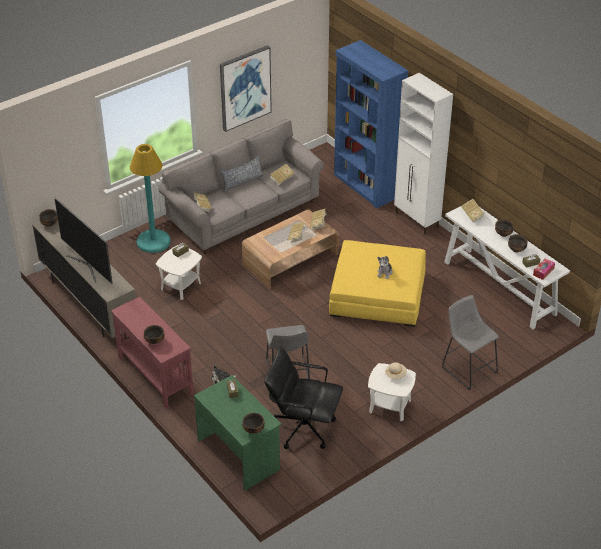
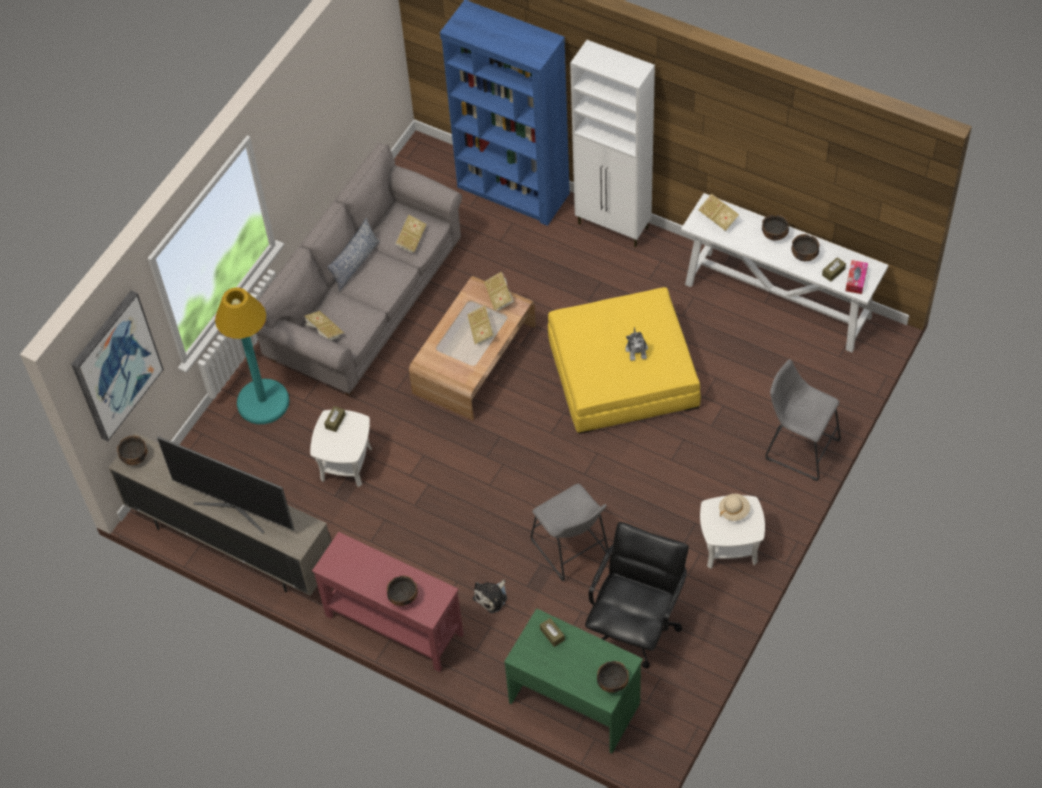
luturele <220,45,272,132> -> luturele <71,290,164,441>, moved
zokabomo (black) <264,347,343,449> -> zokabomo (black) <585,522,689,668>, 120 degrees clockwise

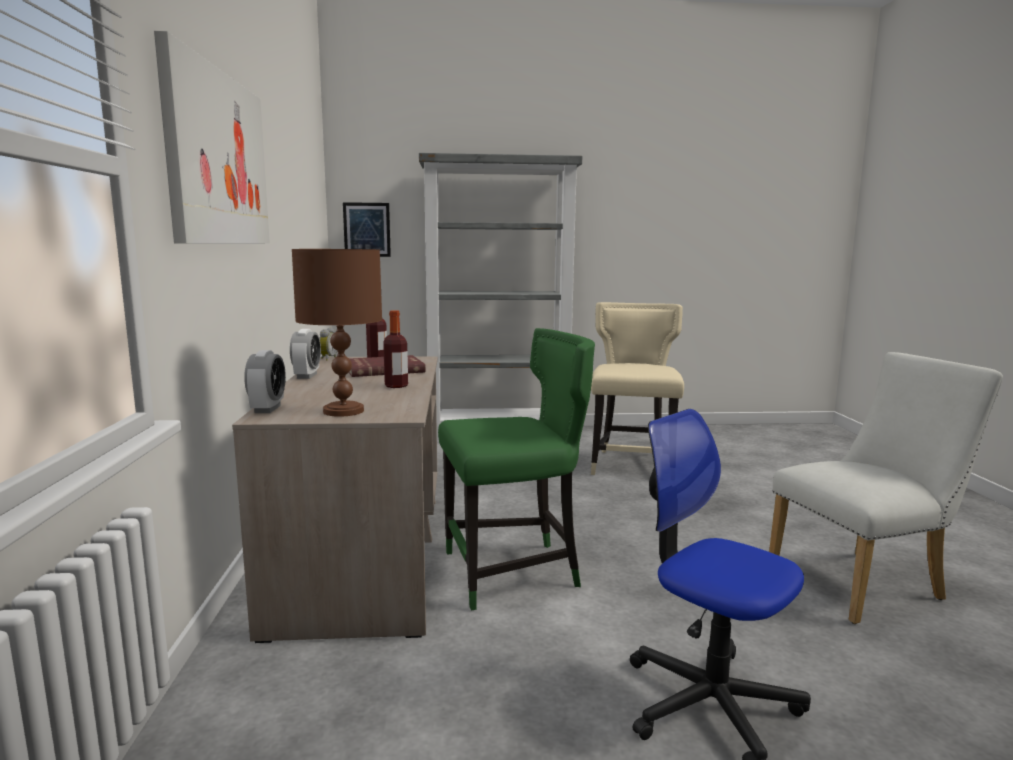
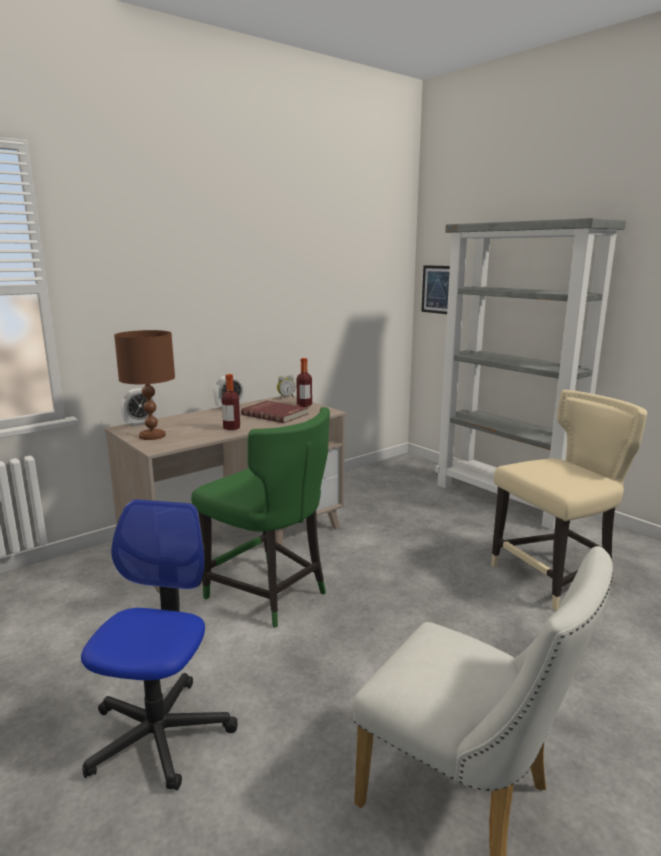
luturele <154,31,270,244> -> none

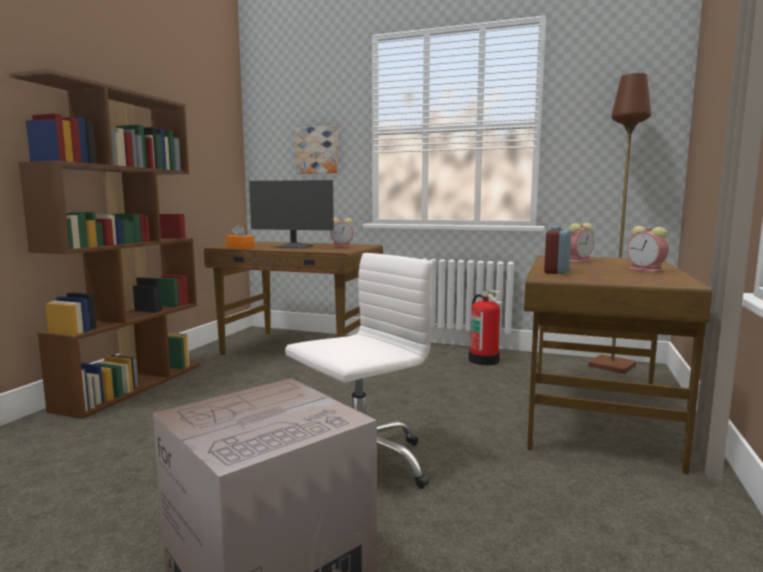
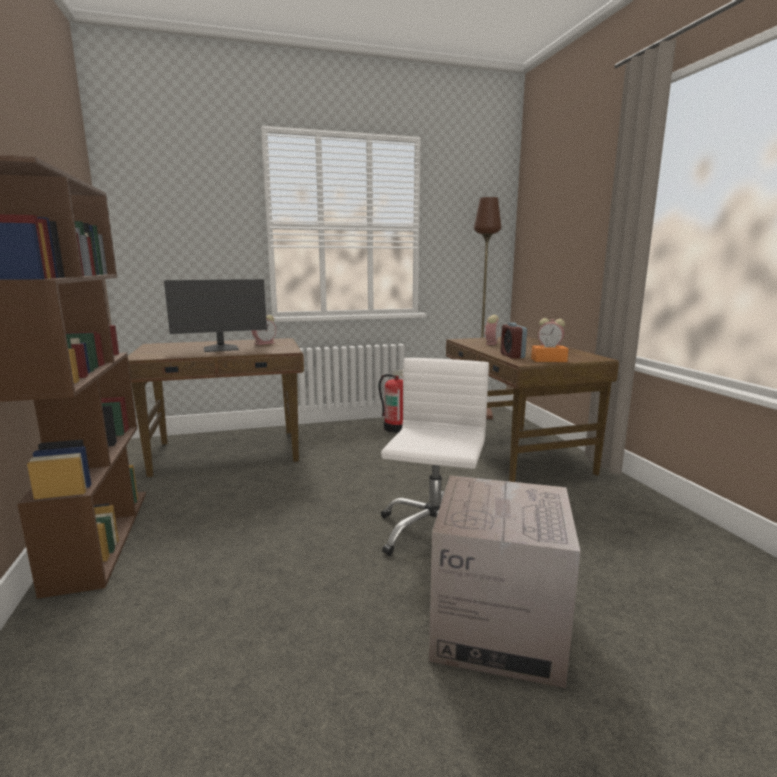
luturele <295,126,338,174> -> none
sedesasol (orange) <226,224,254,249> -> sedesasol (orange) <531,334,568,362>, moved

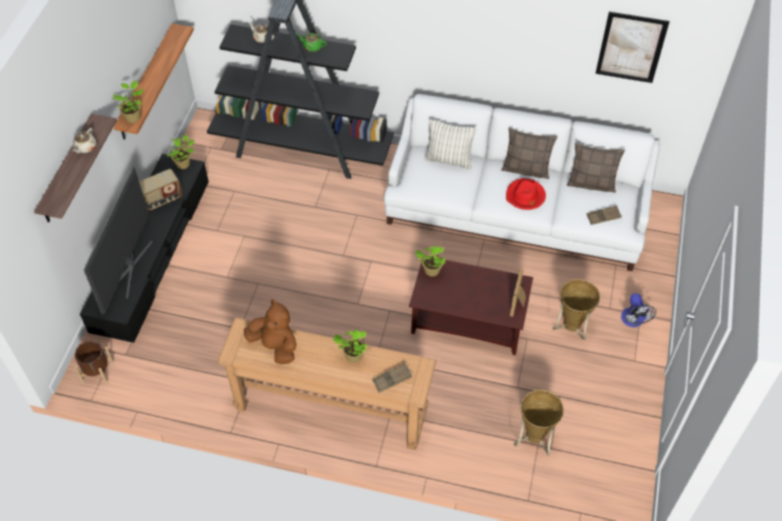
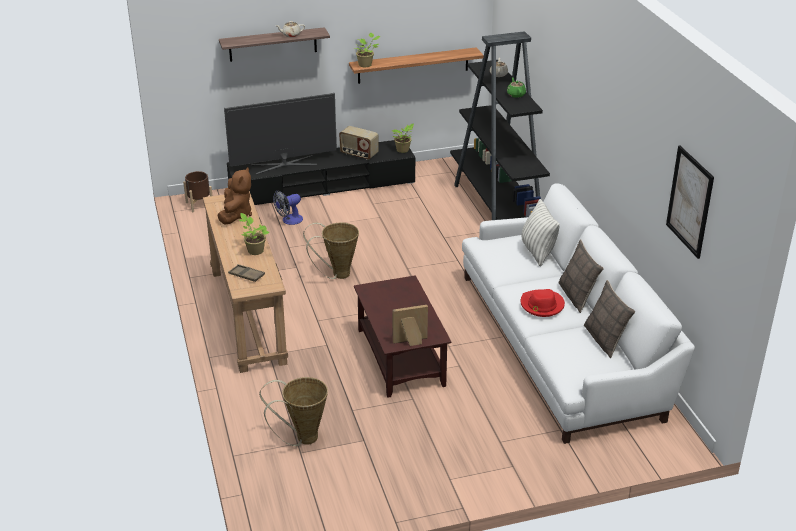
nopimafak <415,245,446,277> -> none
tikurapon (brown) <587,206,622,225> -> none
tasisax <552,279,600,340> -> tasisax <303,222,359,279>, moved
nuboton <621,293,657,327> -> nuboton <273,191,303,225>, moved

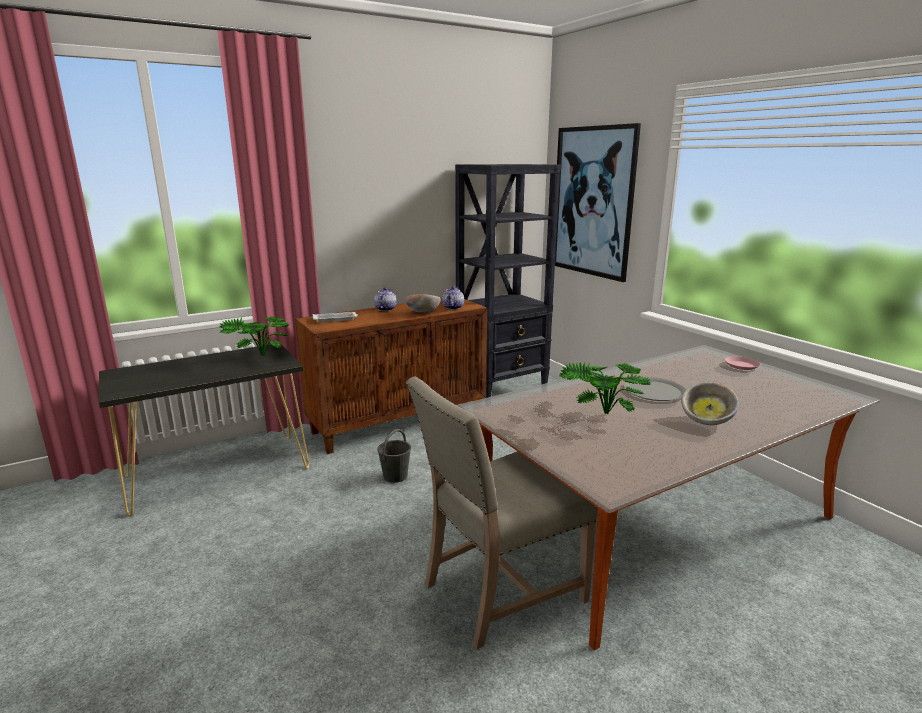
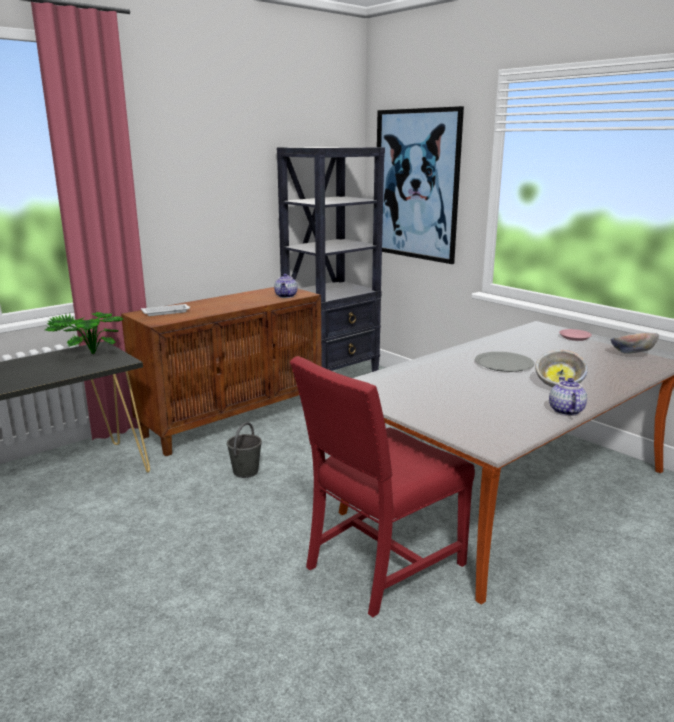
nopimafak <560,362,650,414> -> none
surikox <374,288,397,311> -> surikox <549,377,587,416>, moved
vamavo <405,294,441,313> -> vamavo <611,333,659,354>, moved
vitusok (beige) <406,376,598,649> -> vitusok (red) <290,356,475,617>

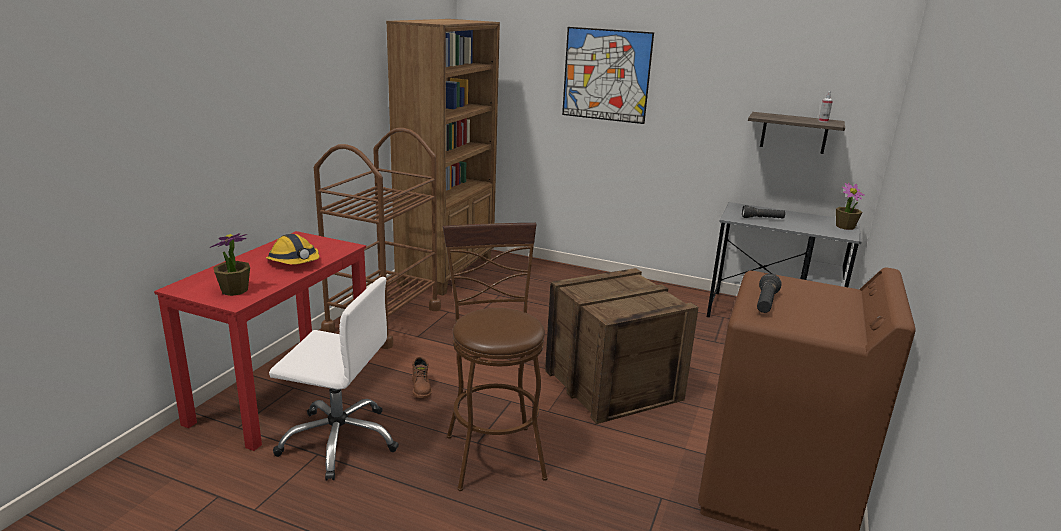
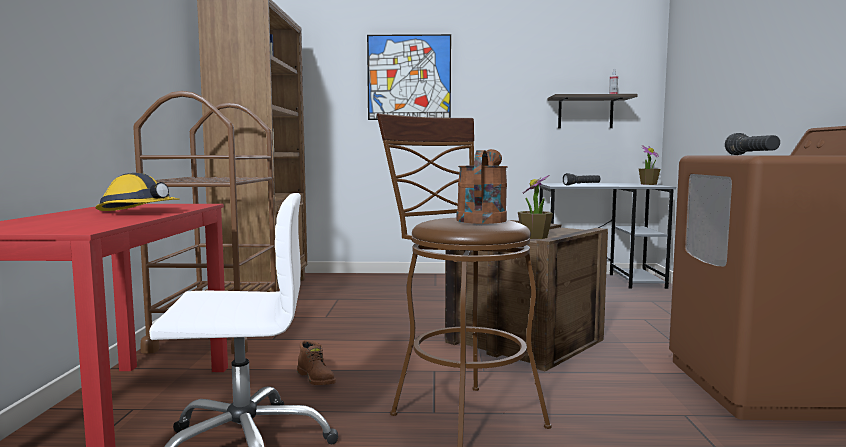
none -> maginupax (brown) <456,149,508,224>
nopimafak <210,233,250,296> -> nopimafak <518,175,553,239>, moved

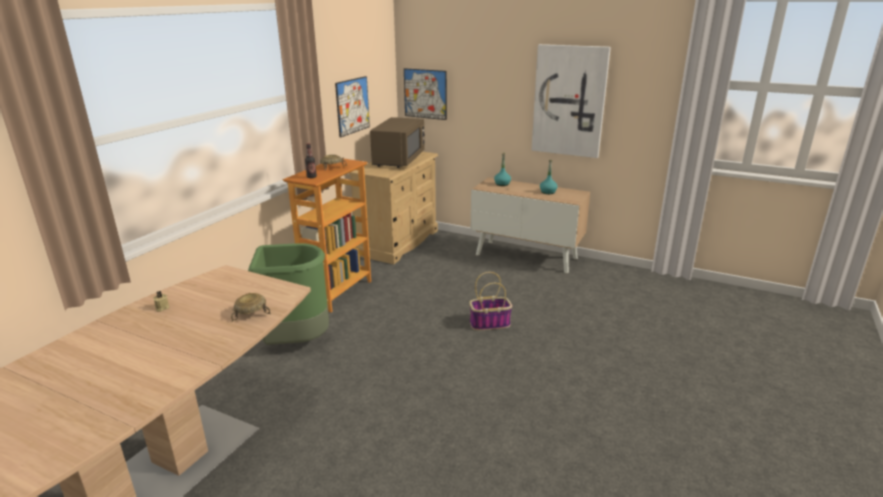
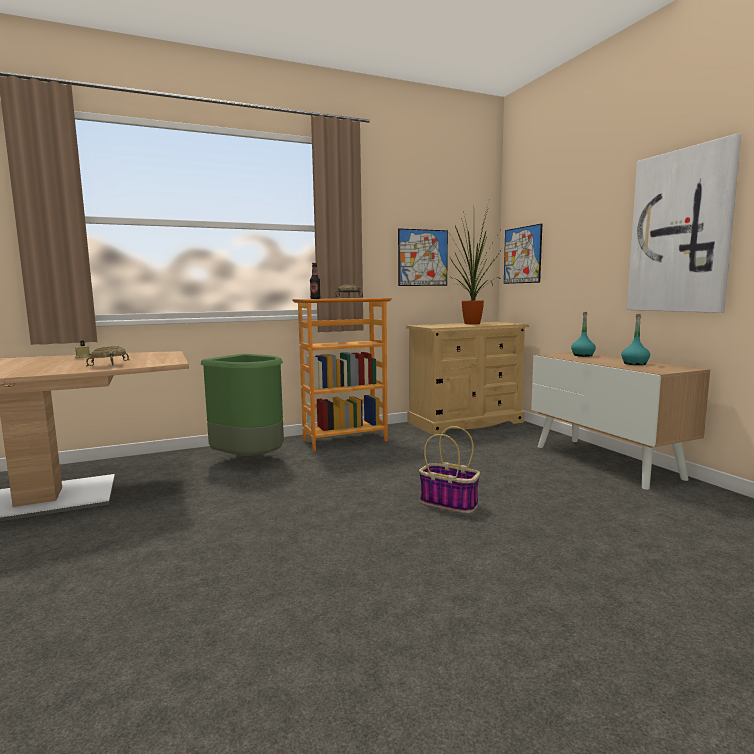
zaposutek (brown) <370,117,425,168> -> nopimafak <446,205,503,325>

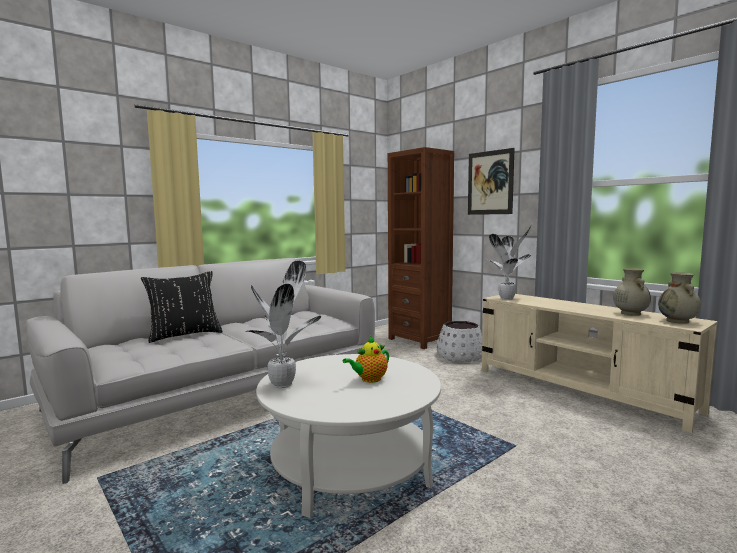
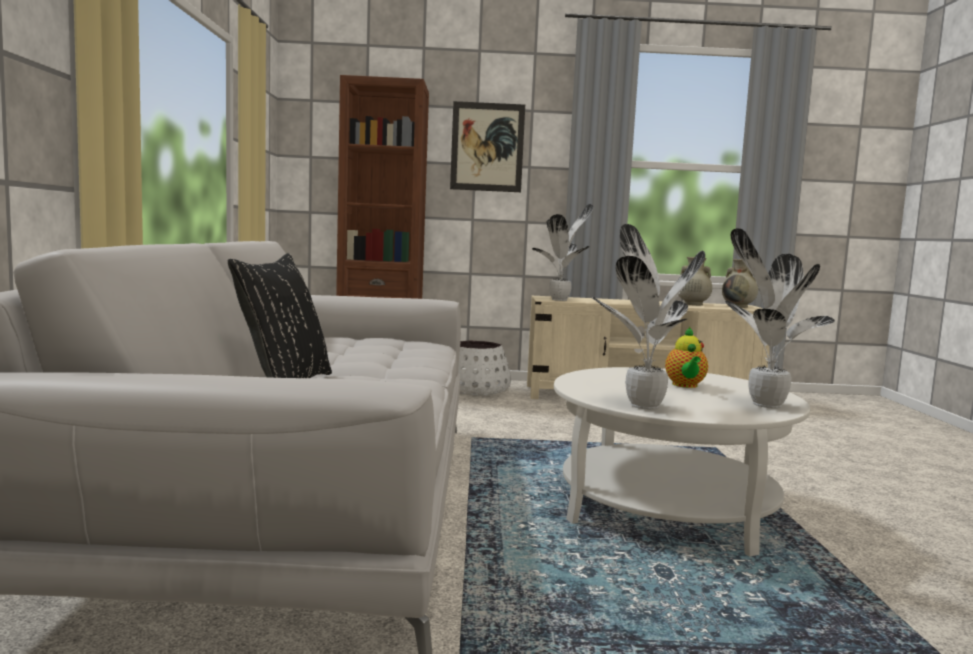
none -> nopimafak <725,228,835,408>

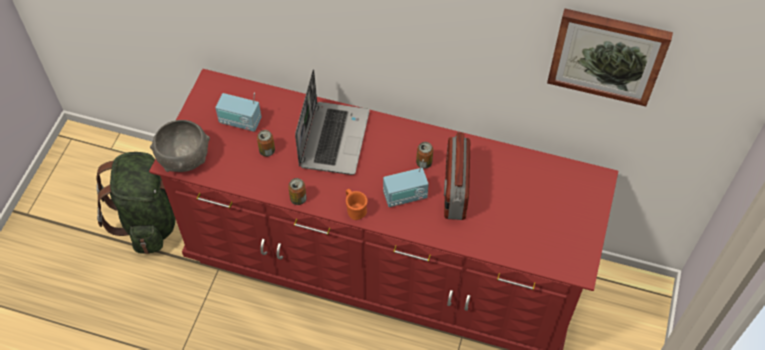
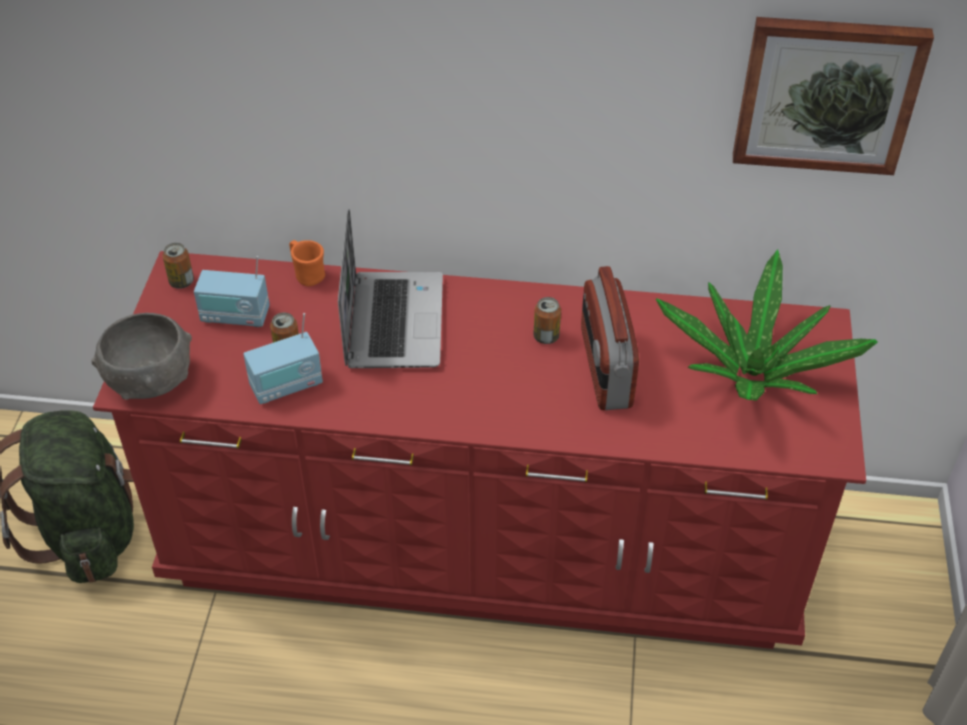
none -> nopimafak <656,250,878,401>
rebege <288,178,307,205> -> rebege <163,243,194,289>, moved
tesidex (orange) <346,189,368,220> -> tesidex (orange) <289,240,325,286>, moved
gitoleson <383,160,429,207> -> gitoleson <243,313,323,404>, moved

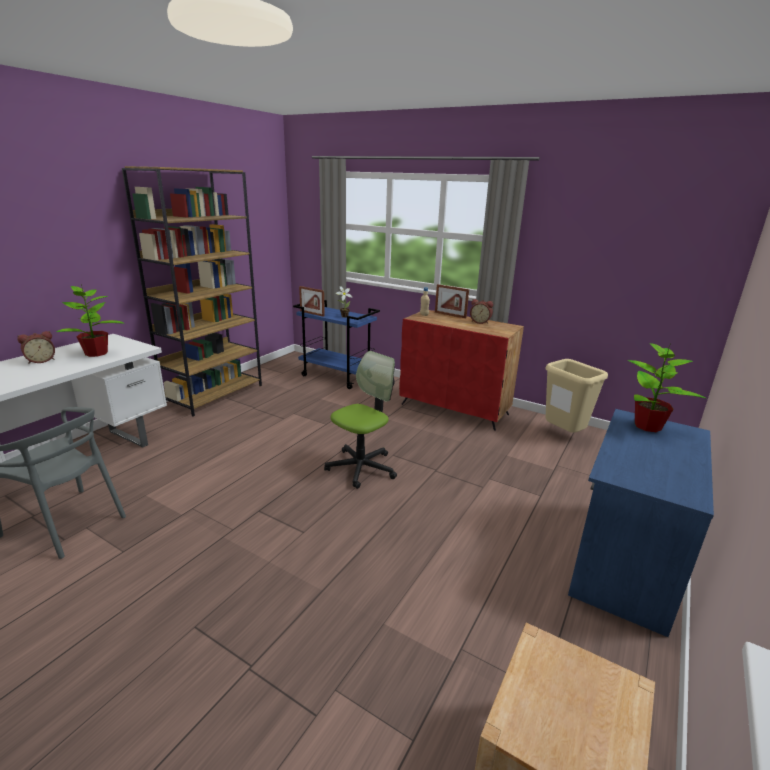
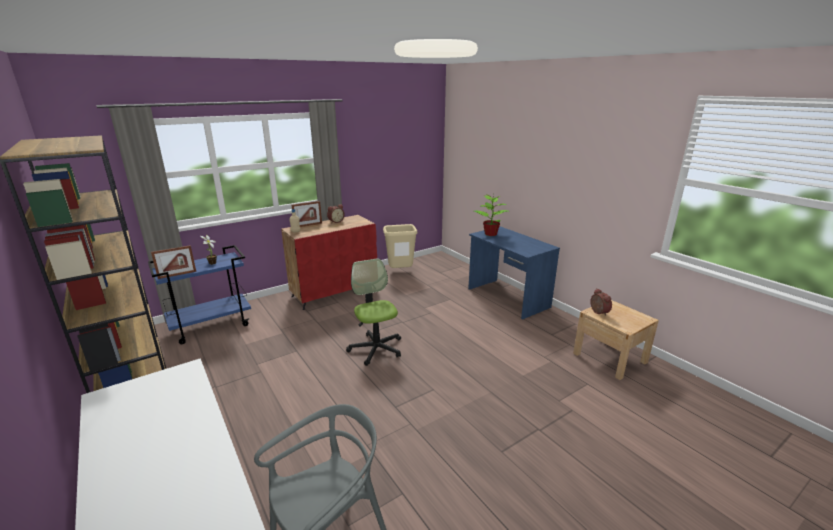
nopimafak <57,284,125,357> -> none
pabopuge <17,331,55,364> -> pabopuge <590,289,612,316>, moved

